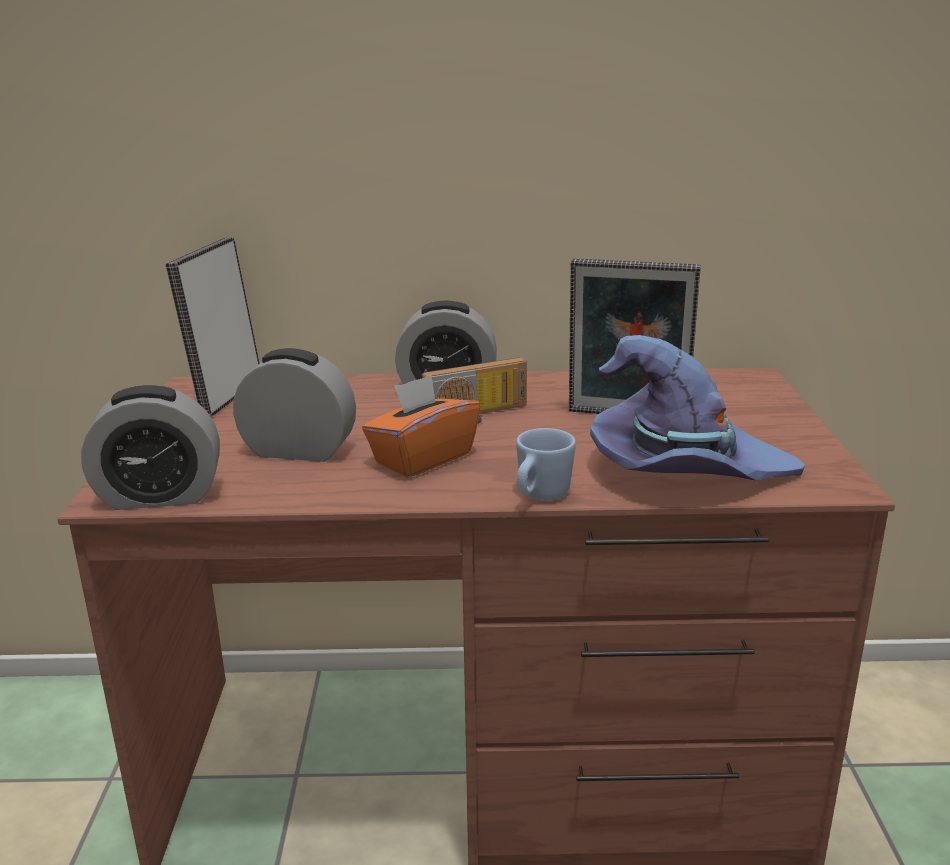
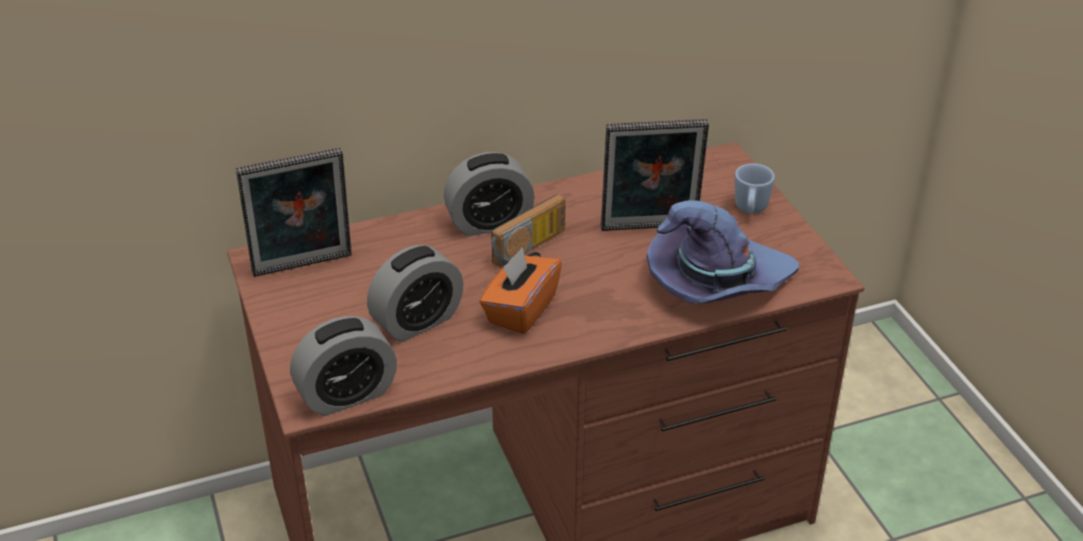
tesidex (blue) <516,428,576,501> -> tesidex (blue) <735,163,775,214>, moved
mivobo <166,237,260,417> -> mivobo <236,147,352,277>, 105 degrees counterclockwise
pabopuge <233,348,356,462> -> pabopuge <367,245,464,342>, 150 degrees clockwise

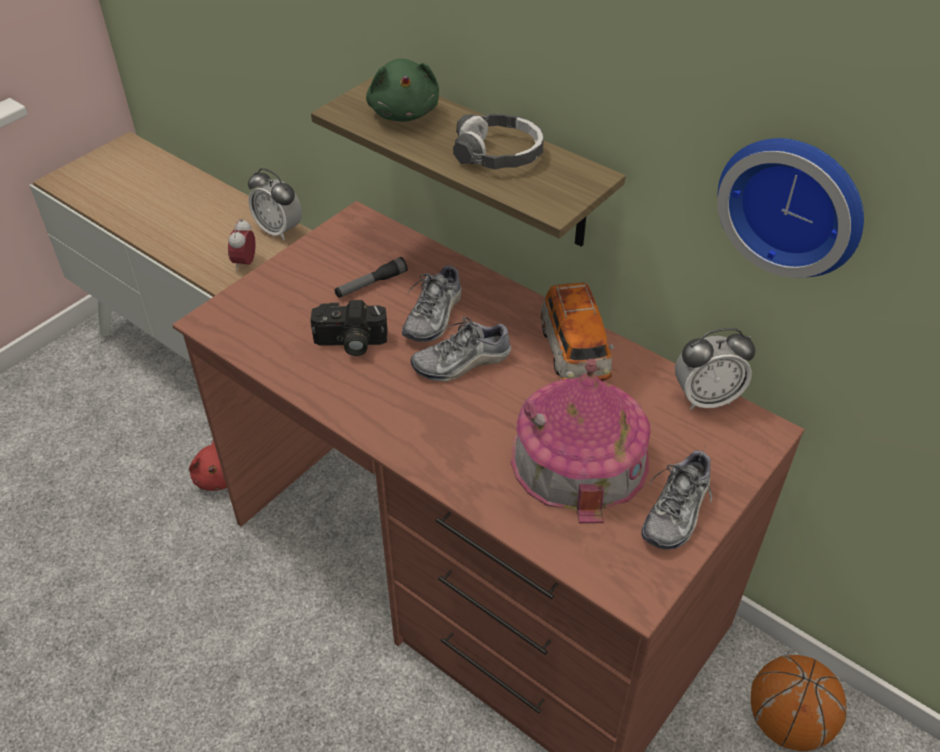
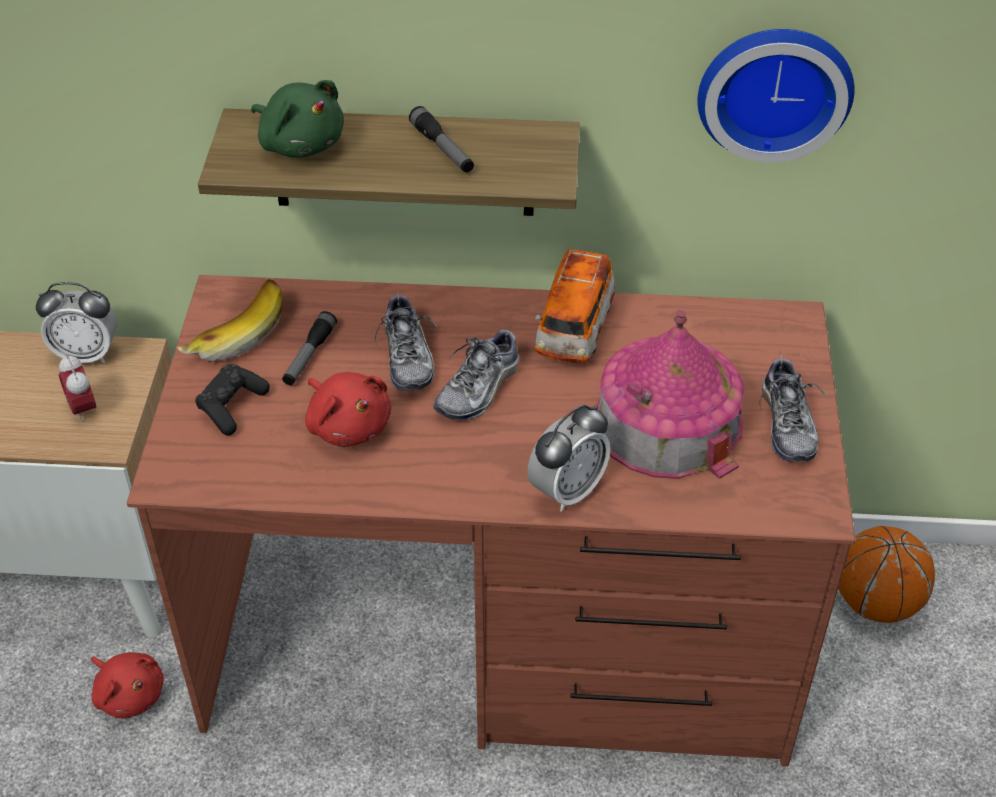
none -> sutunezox <177,279,282,362>
none -> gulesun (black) <195,364,270,435>
pabopuge <675,328,755,410> -> pabopuge <527,405,611,512>, moved
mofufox <310,300,388,356> -> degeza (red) <305,372,391,447>
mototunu <453,114,543,169> -> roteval <409,106,474,173>
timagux <540,282,614,381> -> timagux <535,249,615,363>, 60 degrees clockwise

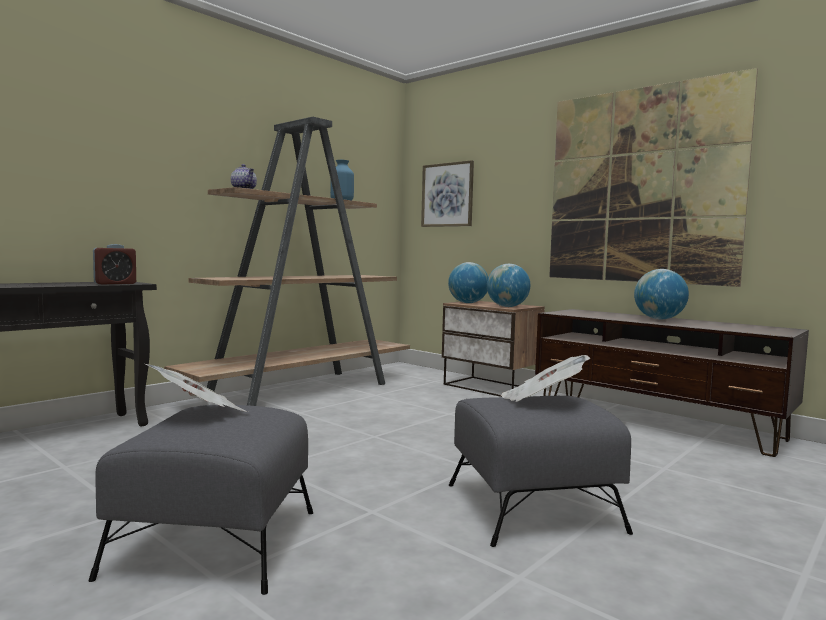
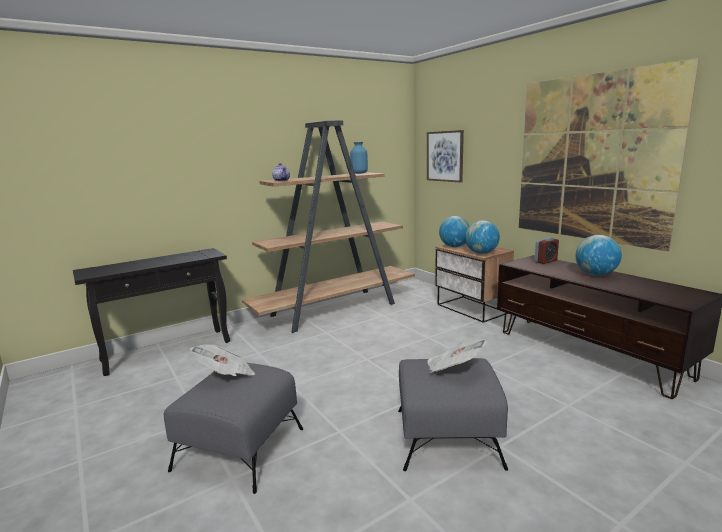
pabopuge <93,244,136,284> -> pabopuge <535,237,559,264>, moved

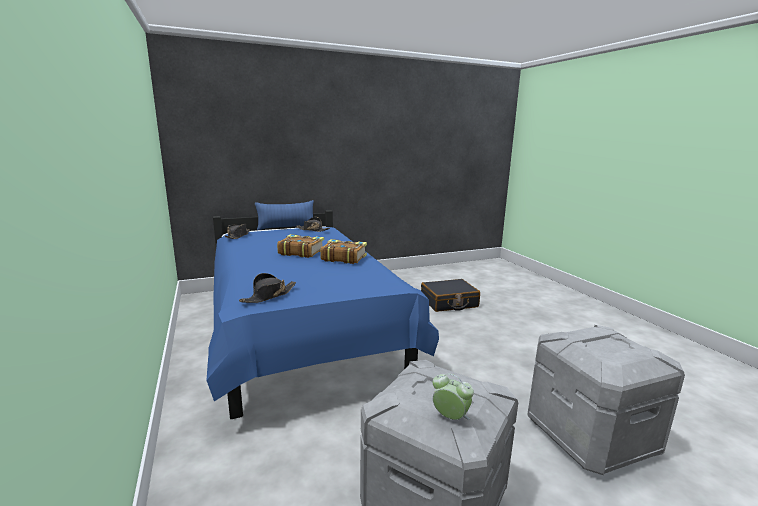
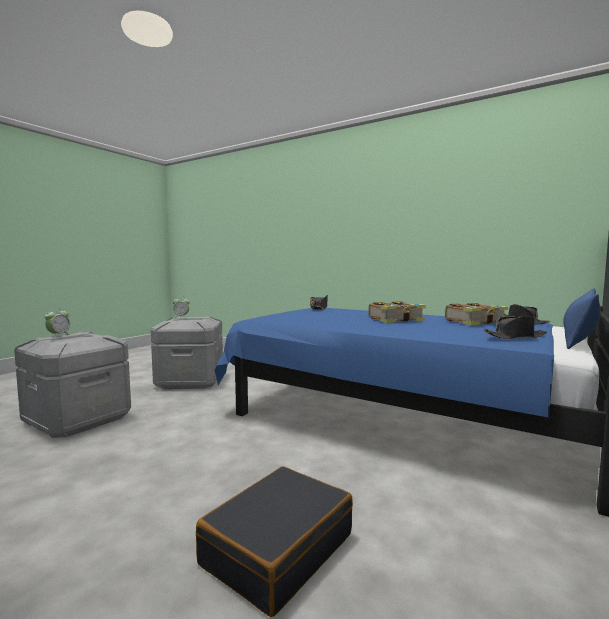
none -> pabopuge <45,308,71,338>
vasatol <320,239,367,264> -> vasatol <445,303,508,325>, moved

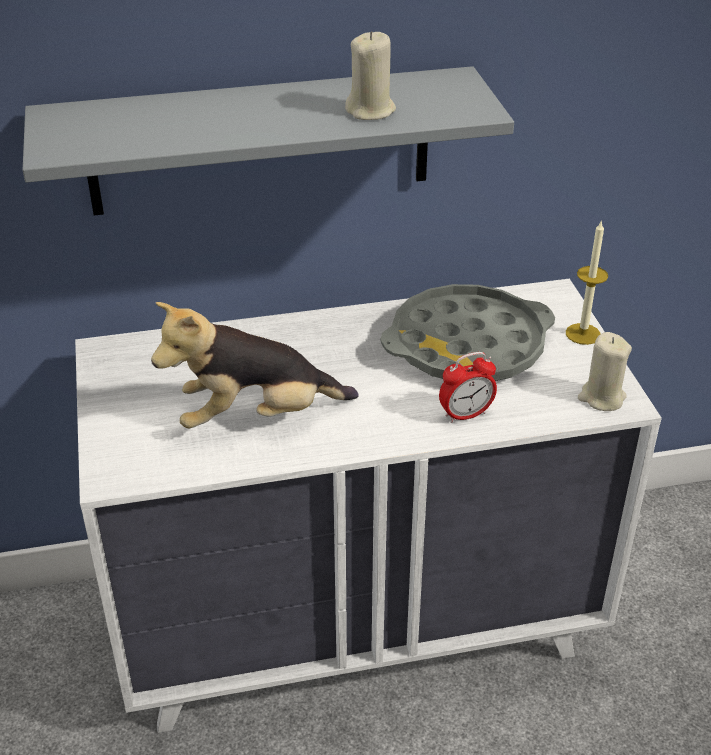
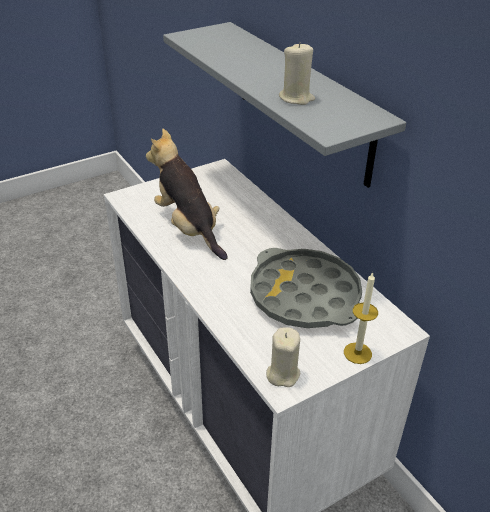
pabopuge <439,352,497,423> -> none

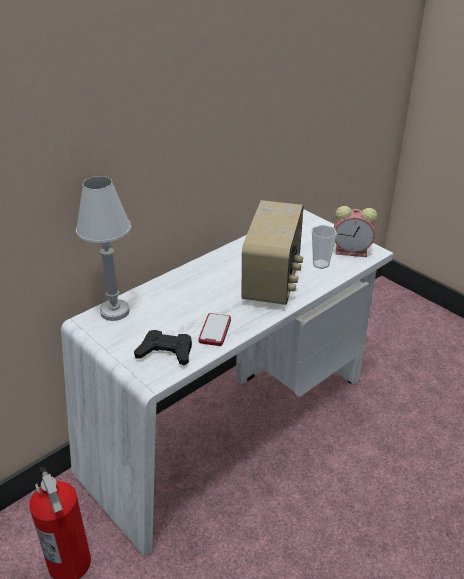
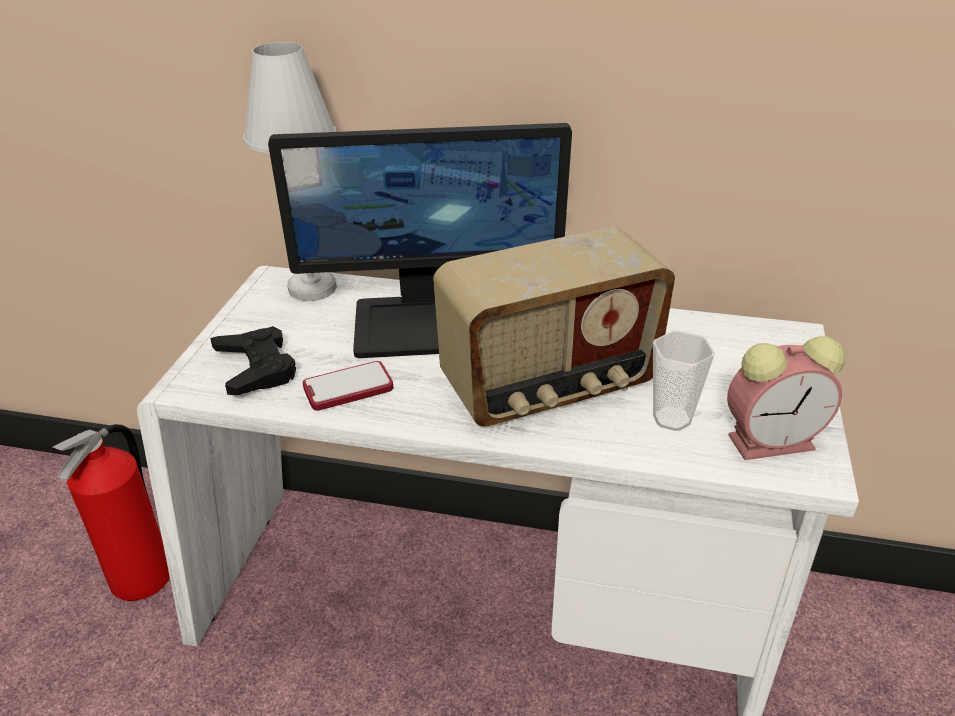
none -> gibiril <268,123,572,358>
pabopuge <334,206,378,257> -> pabopuge <727,336,845,460>, 75 degrees counterclockwise

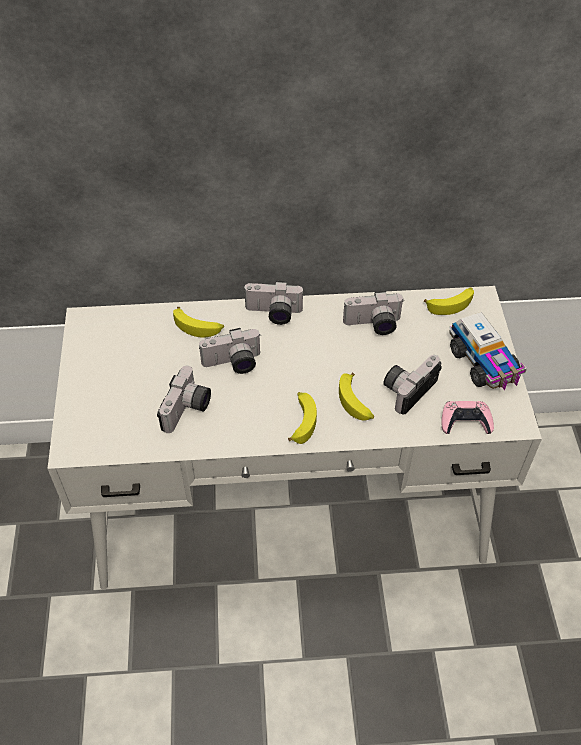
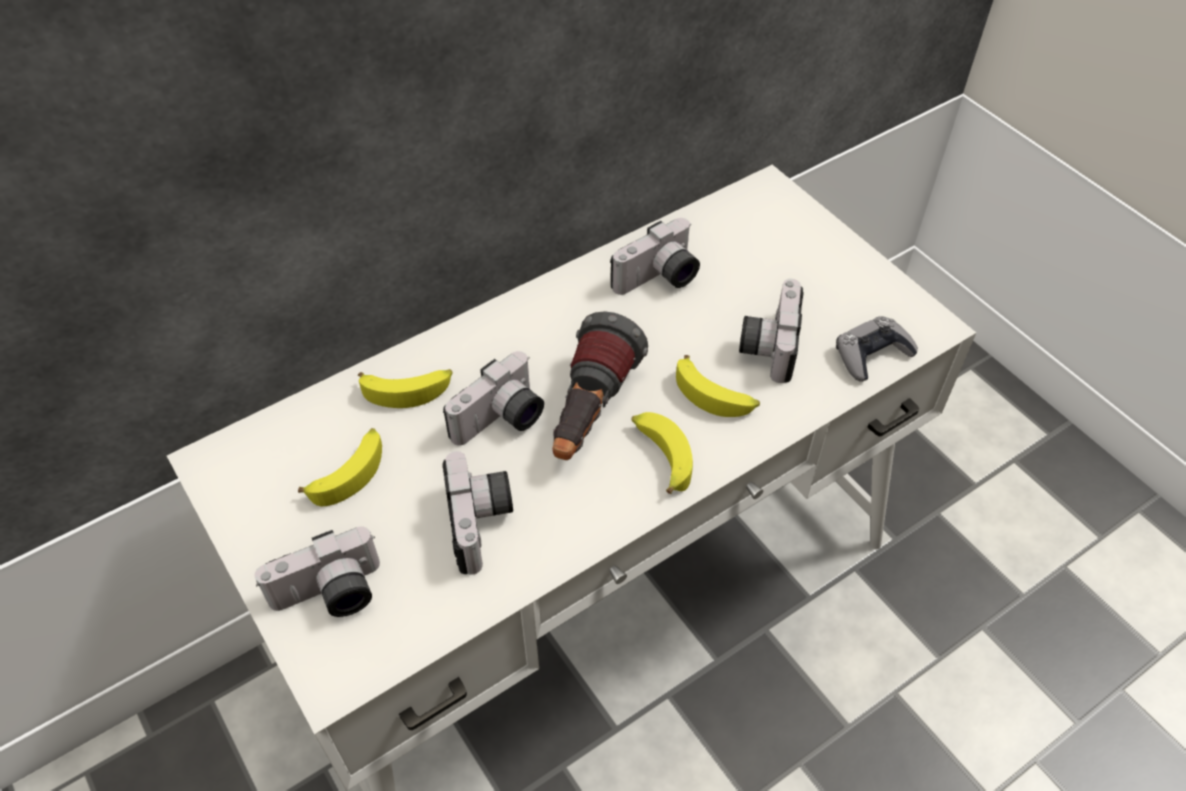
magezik <449,312,527,391> -> none
none -> roteval <552,311,648,460>
mofufox <243,281,303,325> -> mofufox <254,527,380,617>, moved
sutunezox <424,287,474,315> -> sutunezox <298,428,382,506>, moved
gulesun (pink) <441,401,494,434> -> gulesun (grey) <836,316,918,382>

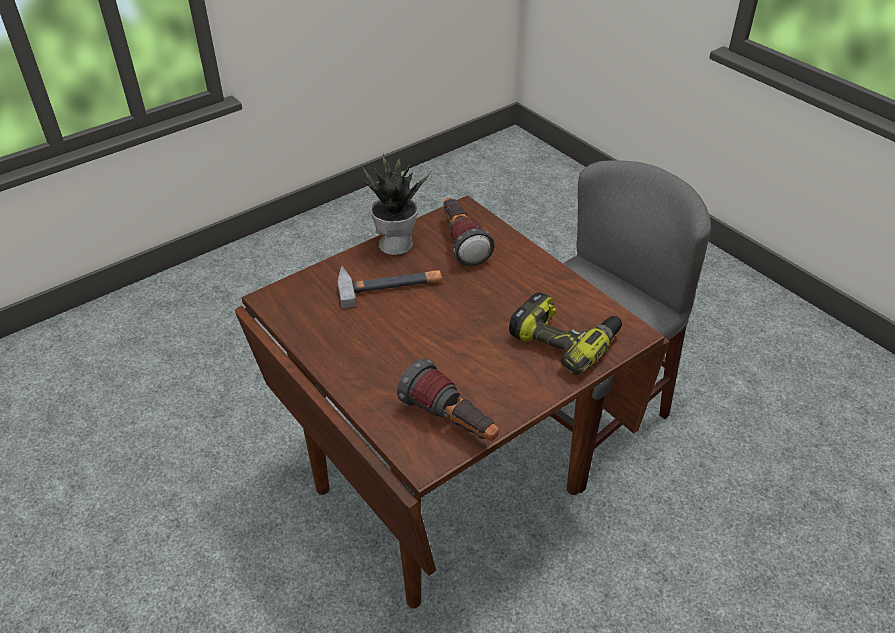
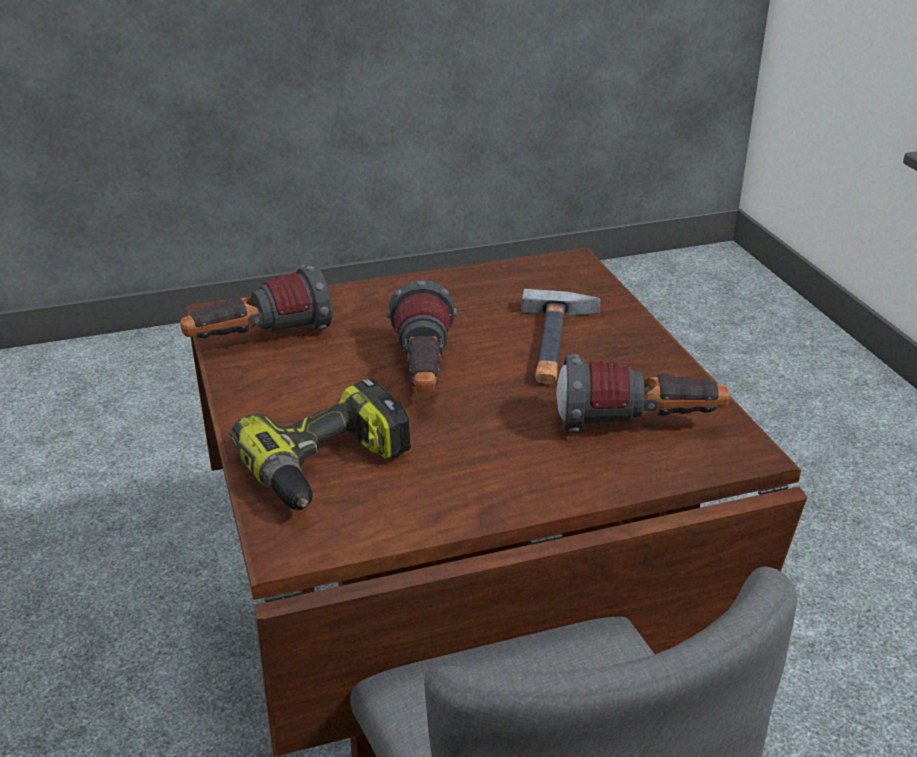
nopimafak <361,154,431,255> -> none
none -> roteval <387,280,457,393>

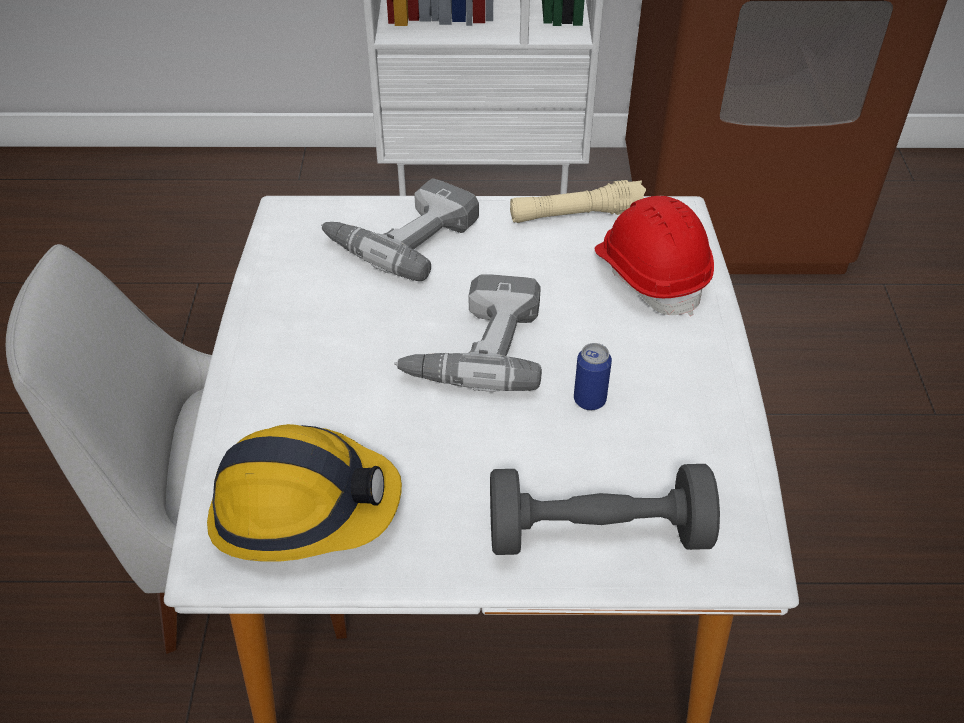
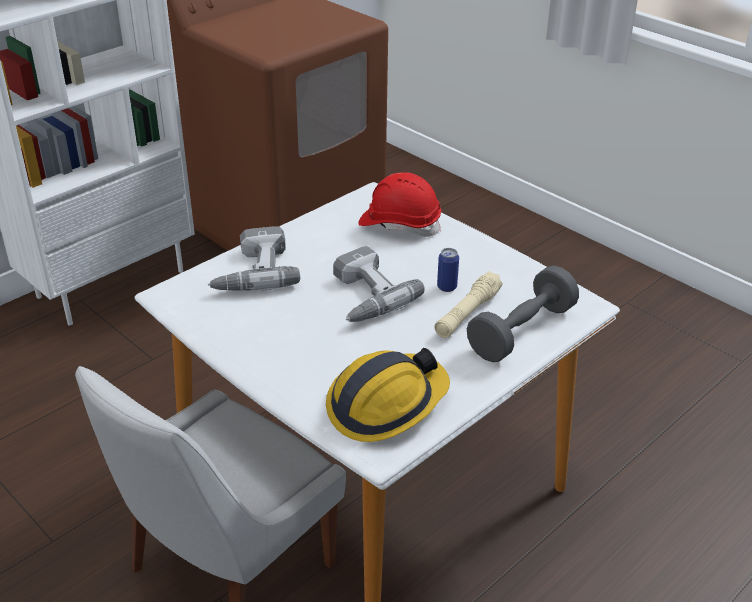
roteval (beige) <510,180,646,223> -> roteval (beige) <434,271,503,338>, moved

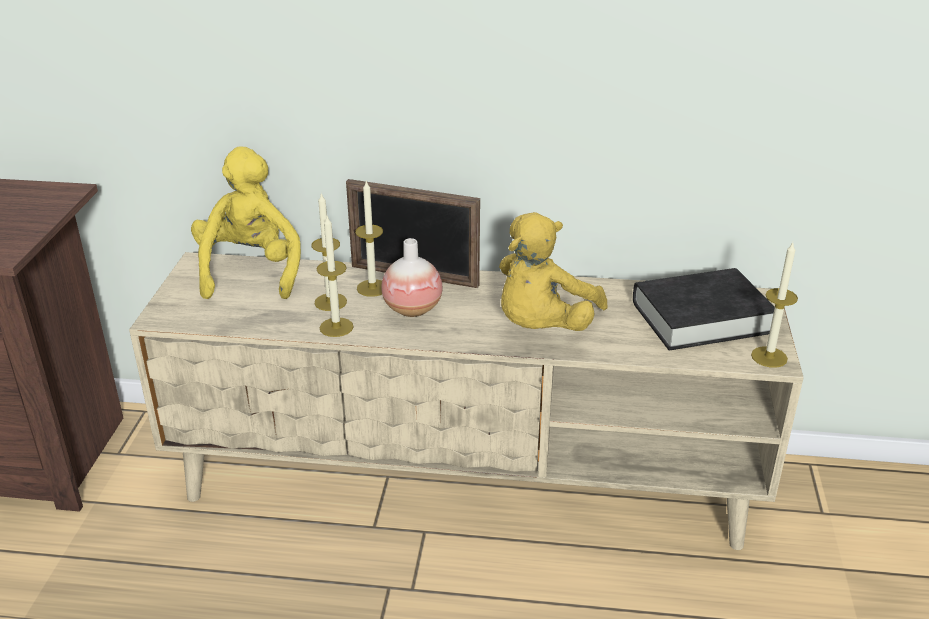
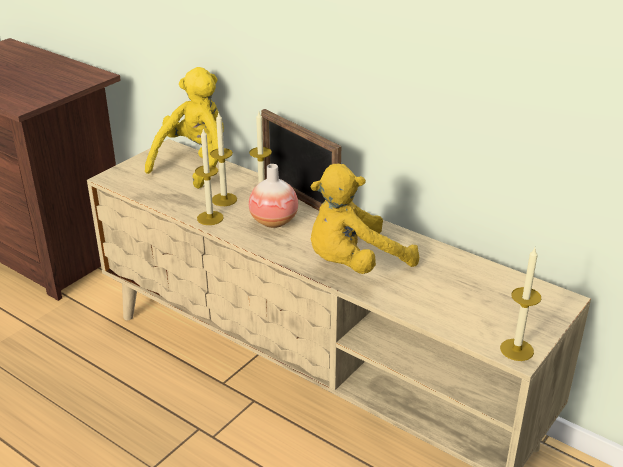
vasatol (black) <633,268,775,351> -> none

